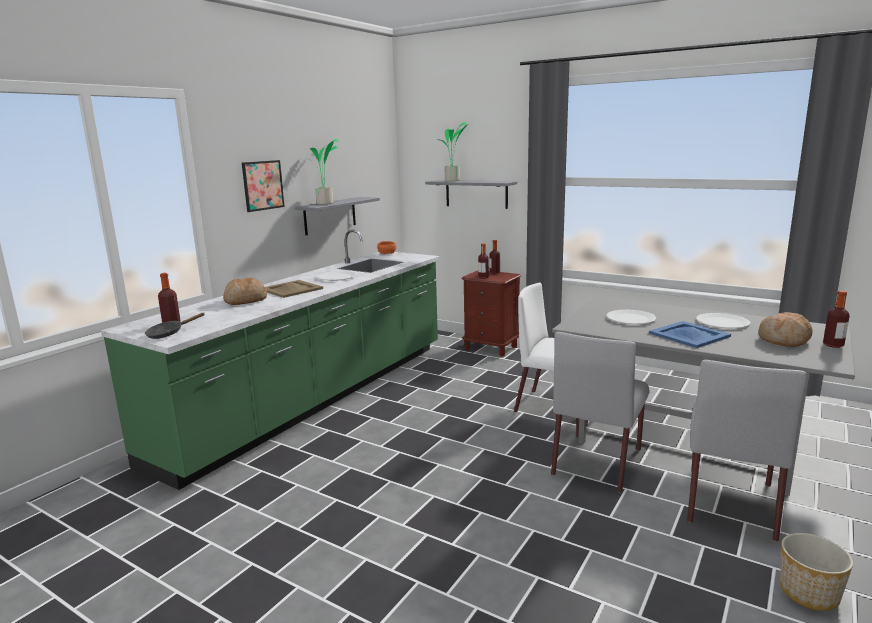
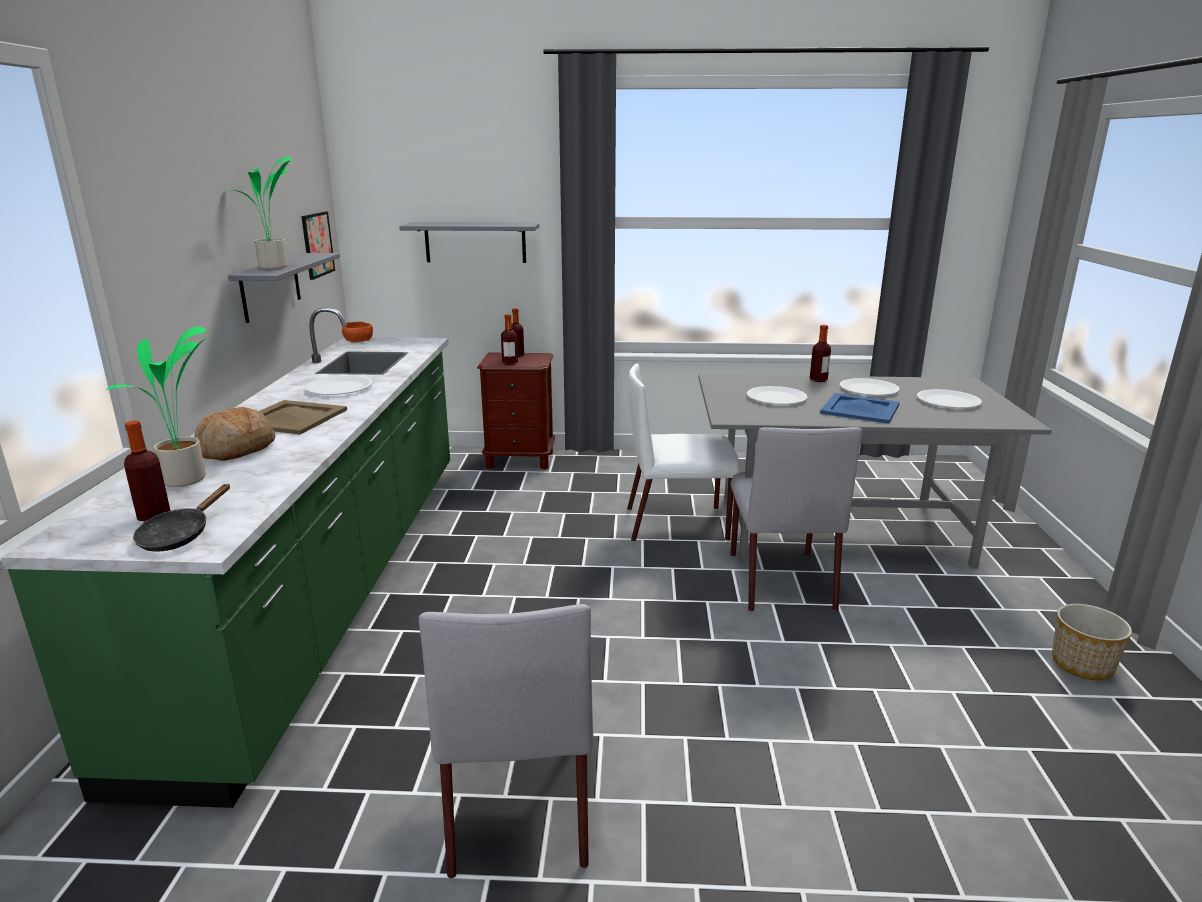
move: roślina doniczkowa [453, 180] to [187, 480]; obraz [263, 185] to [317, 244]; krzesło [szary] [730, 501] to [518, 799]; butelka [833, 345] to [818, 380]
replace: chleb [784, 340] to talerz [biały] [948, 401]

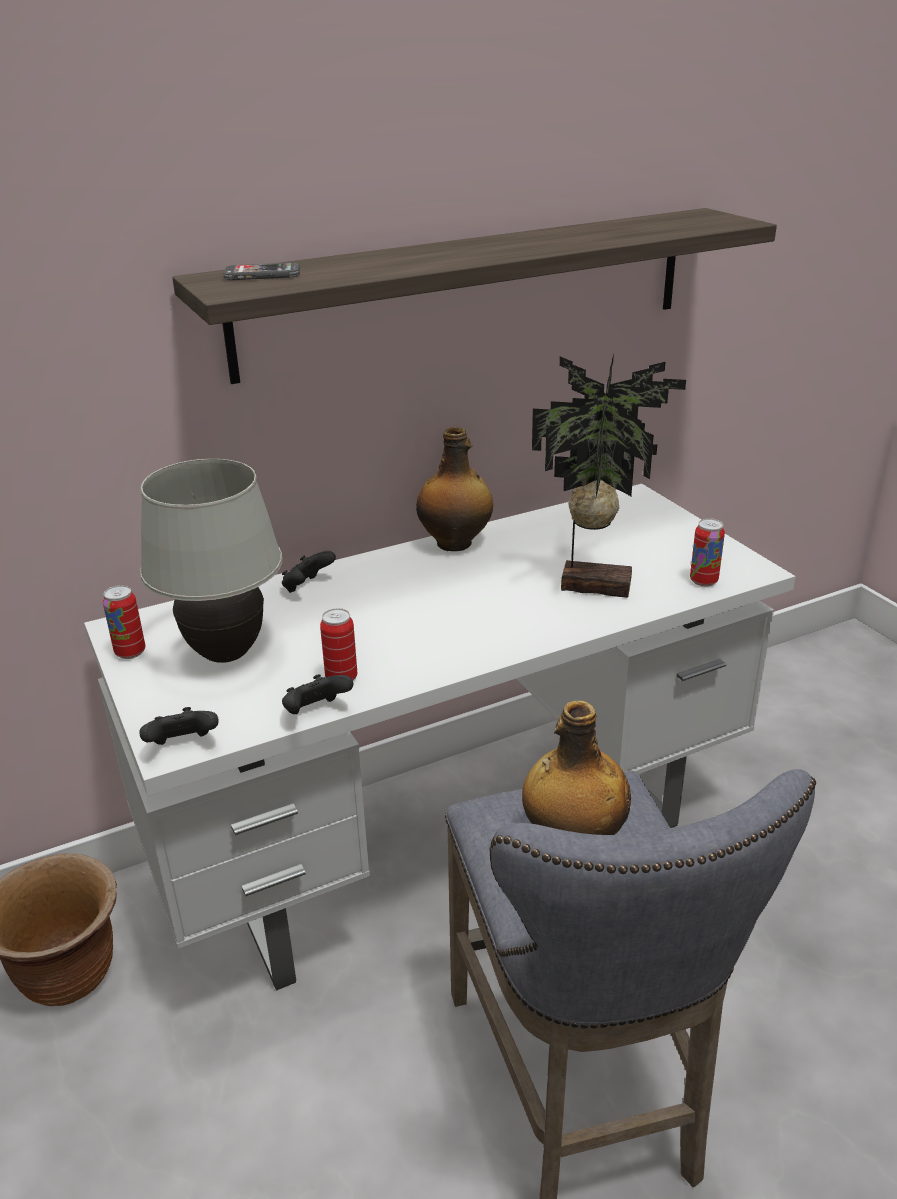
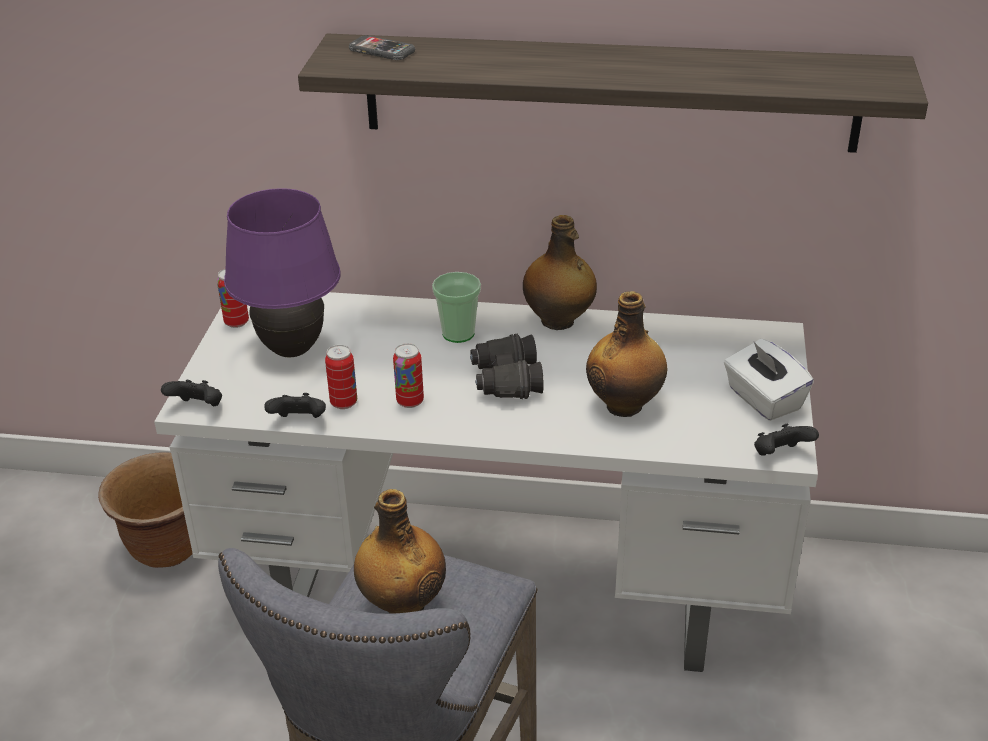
insert: filiżanka [458, 333]; lornetka [czarny] [506, 380]; pudełko chusteczek [biały] [763, 399]
move: puszka [703, 581] to [410, 401]; pad do gier [czarny] [307, 587] to [780, 455]
replace: roślina doniczkowa [594, 583] to butelka [625, 405]
recolor: lampa stołowa [biały] [225, 654] to lampa stołowa [fioletowy] [291, 350]

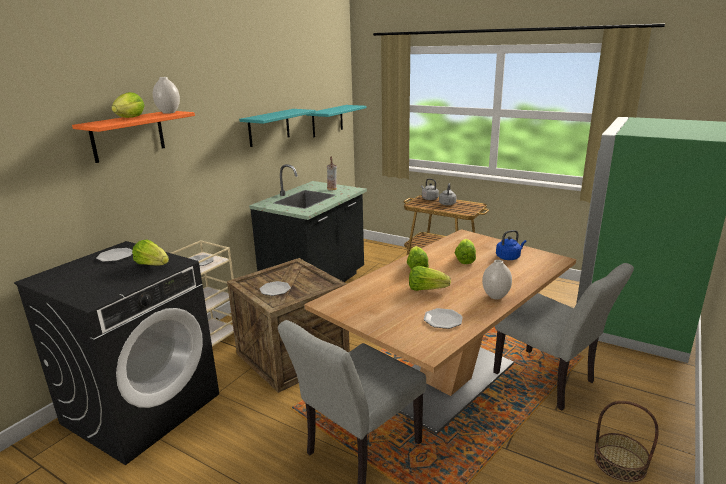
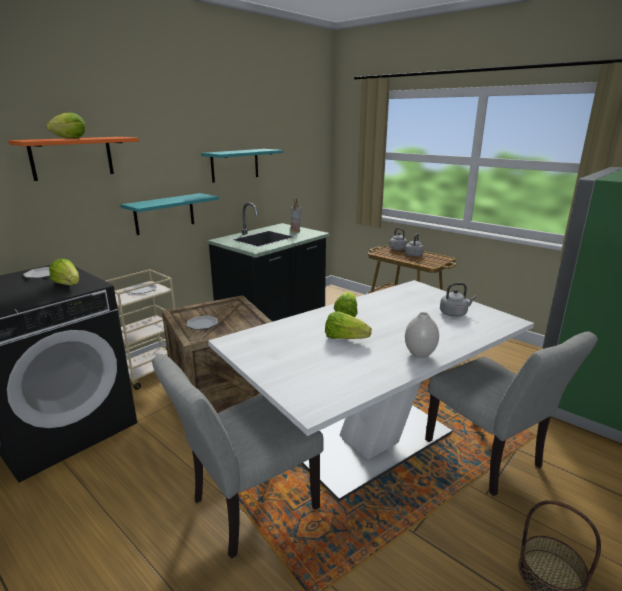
delete: wazon [biały] [169, 112]; talerz [443, 320]; sałata [465, 259]
move: półka [turkusowy] [327, 121] to [164, 213]
recolor: stół jadalny [brązowy] [446, 380] to stół jadalny [biały] [371, 441]; czajnik [niebieski] [509, 257] to czajnik [szary] [454, 313]

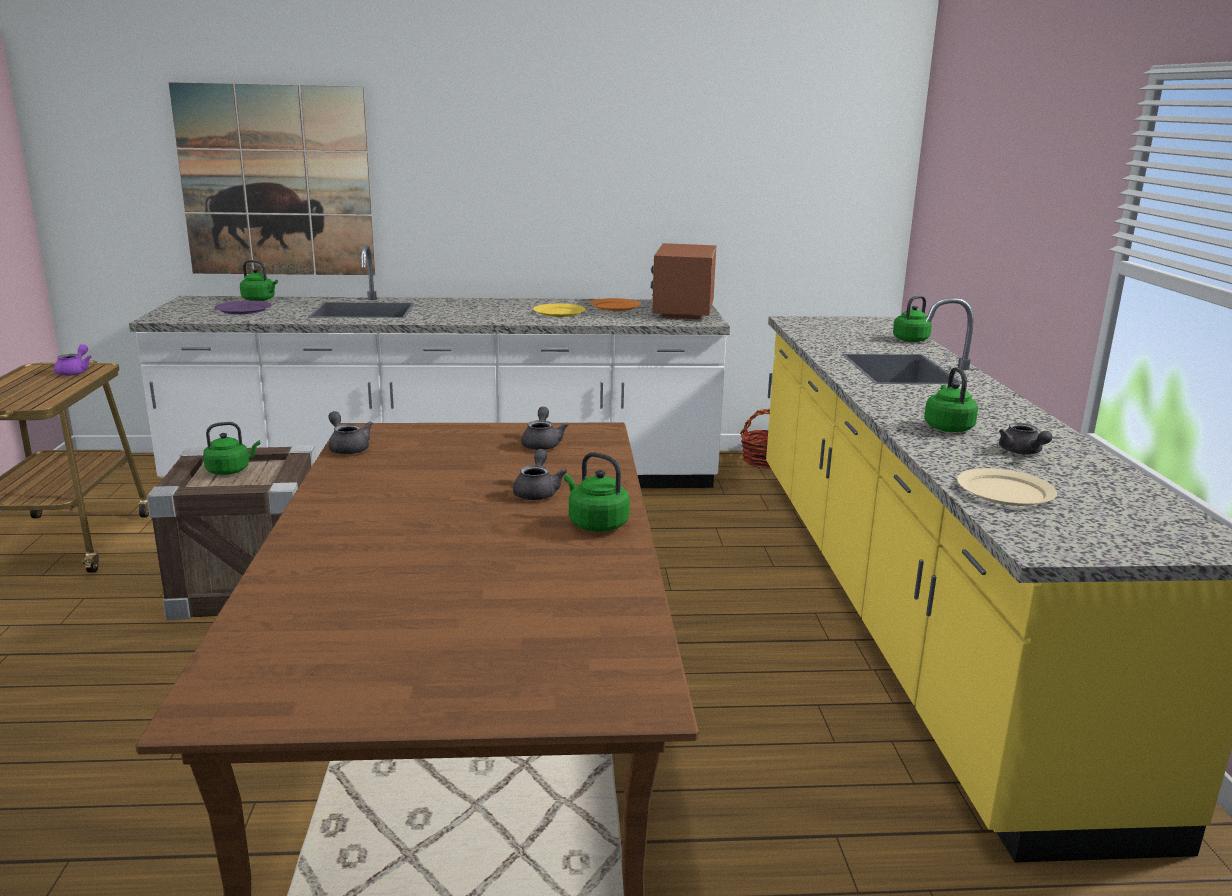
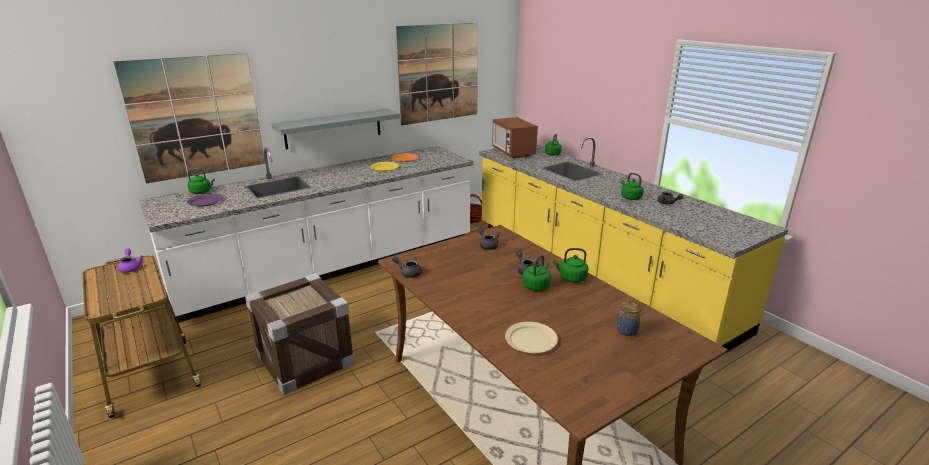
insert: półka [szary] [333, 128]; obraz [439, 73]; słoik [626, 331]
move: mikrofalówka [683, 311] to [513, 152]; talerz [beżowy] [1005, 491] to [531, 339]; czajnik [zielony] [230, 470] to [536, 286]

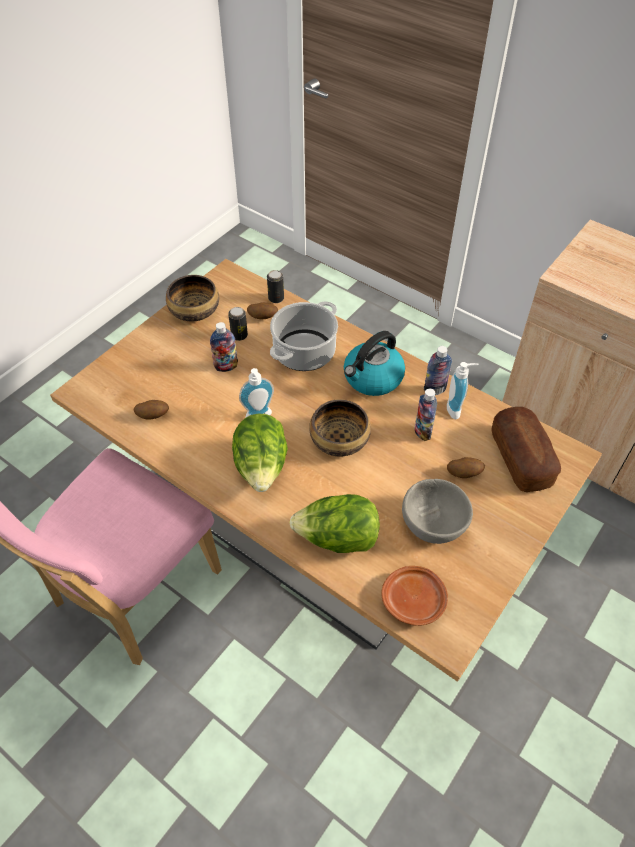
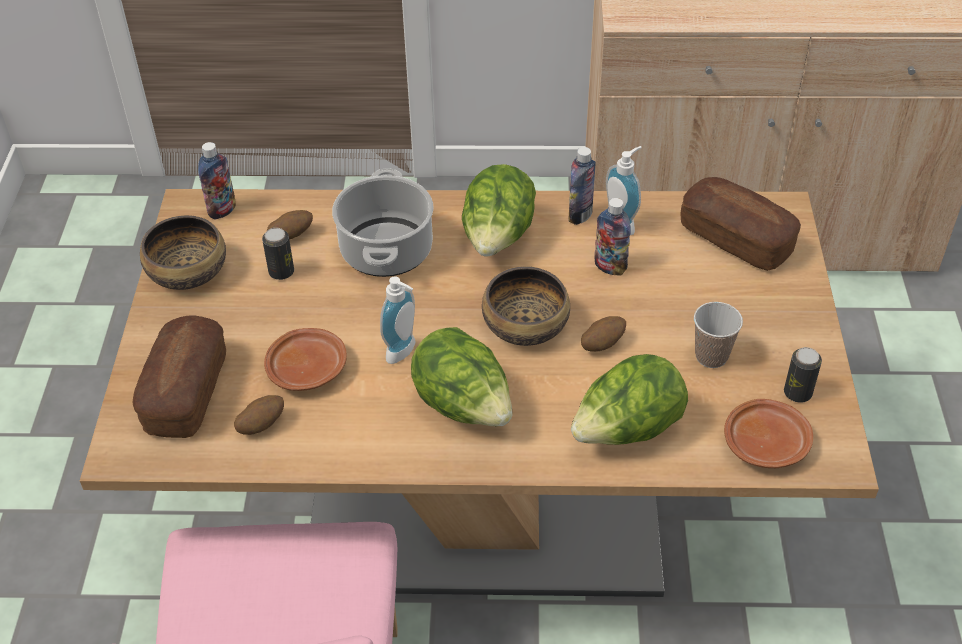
insert: chleb [186, 392]; talerz [brązowy] [307, 368]
move: butelka [226, 366] to [222, 210]; ziemniak [463, 473] to [602, 344]; puszka [276, 298] to [797, 393]
replace: czajnik [372, 378] to sałata [498, 239]; miska [szary] [432, 524] to filiżanka [711, 356]

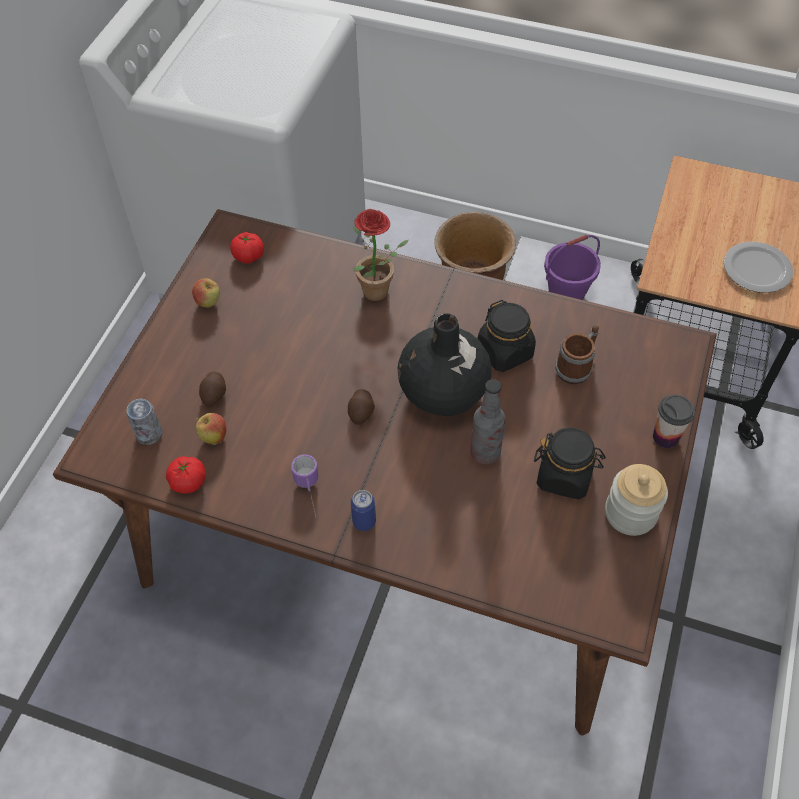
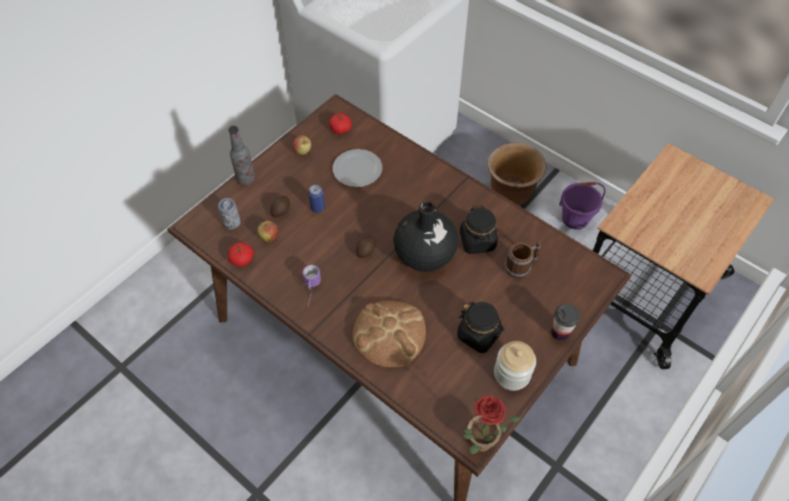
insert: chleb [389, 334]
move: butelka [485, 453] to [246, 179]; puszka [364, 522] to [317, 208]; talerz [755, 270] to [356, 170]; roślina doniczkowa [377, 296] to [481, 446]

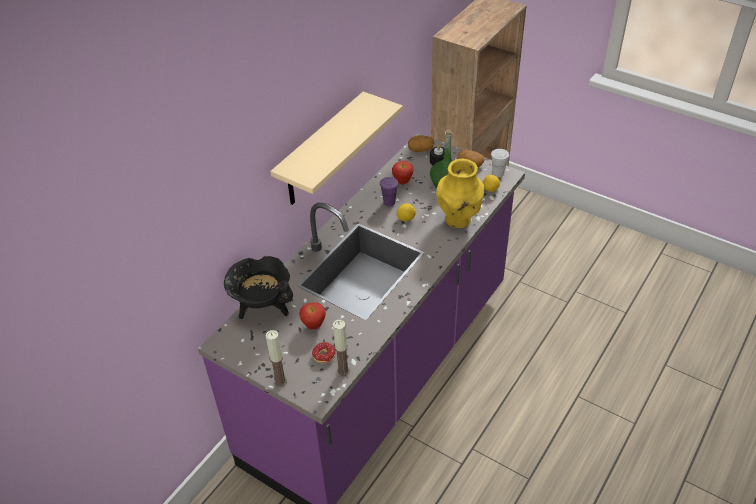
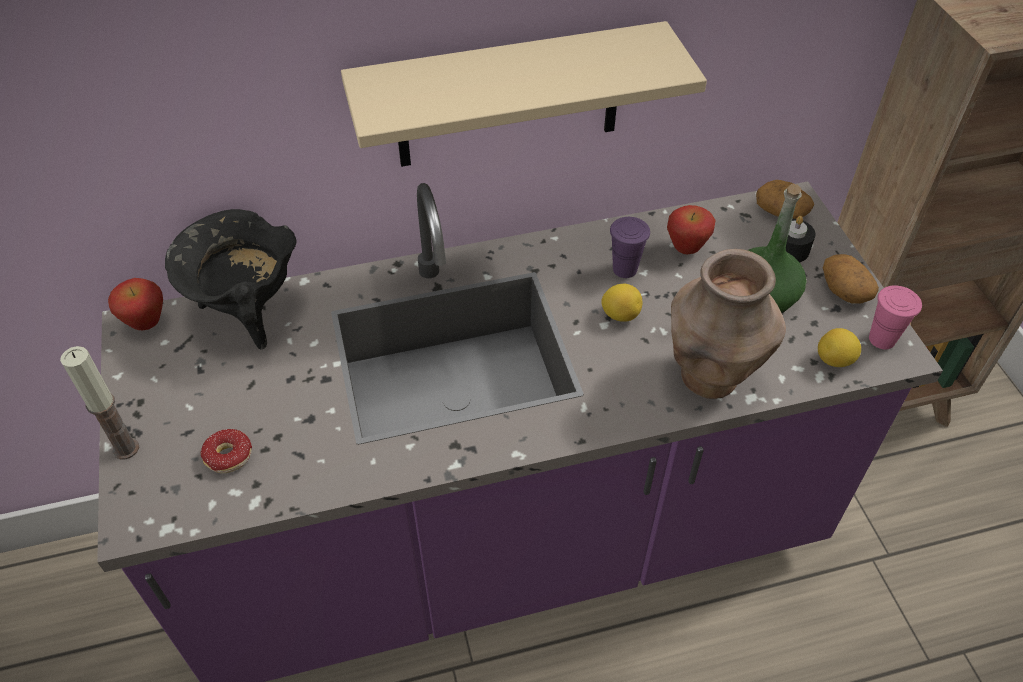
delete: świeca [343, 371]
move: jabłko [314, 326] to [146, 324]
recolor: wazon [żółty] [458, 220] to wazon [brązowy] [709, 377]; filiżanka [biały] [498, 173] to filiżanka [różowy] [882, 339]

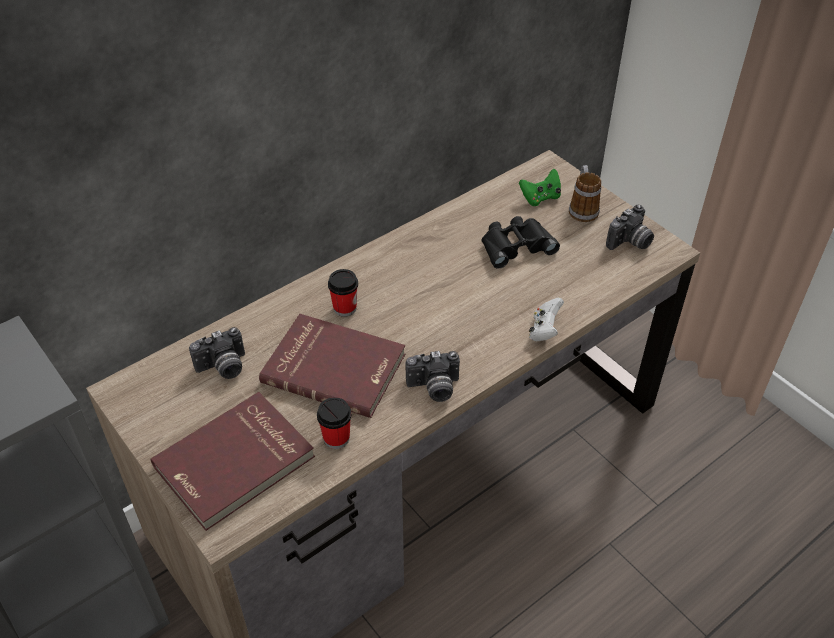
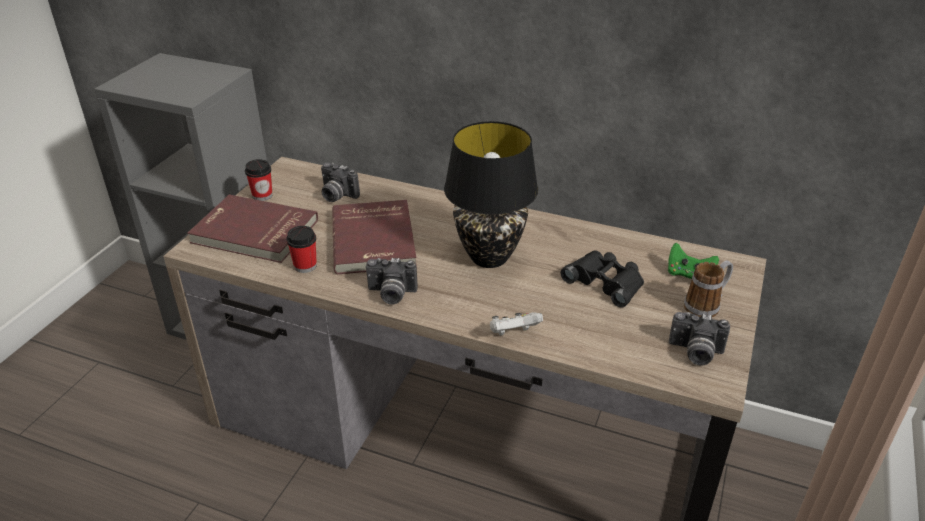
insert: lampa stołowa [czarny] [489, 258]
move: filiżanka [345, 308] to [262, 195]
rotate: aparat fotograficzny [434, 388] = [391, 294] 45 degrees counterclockwise

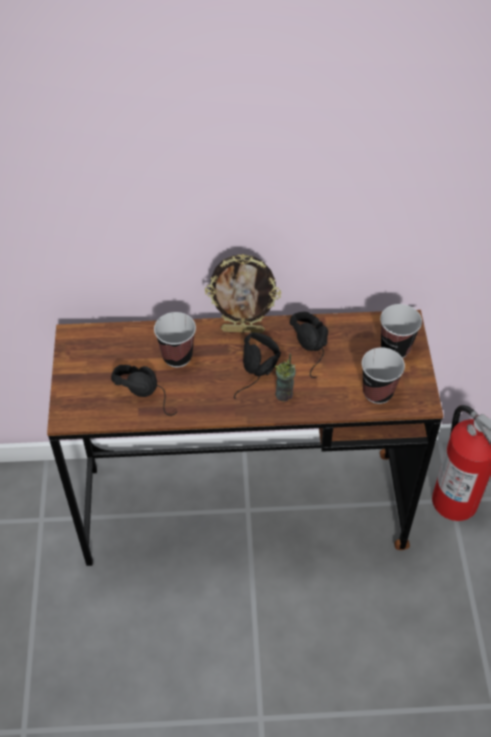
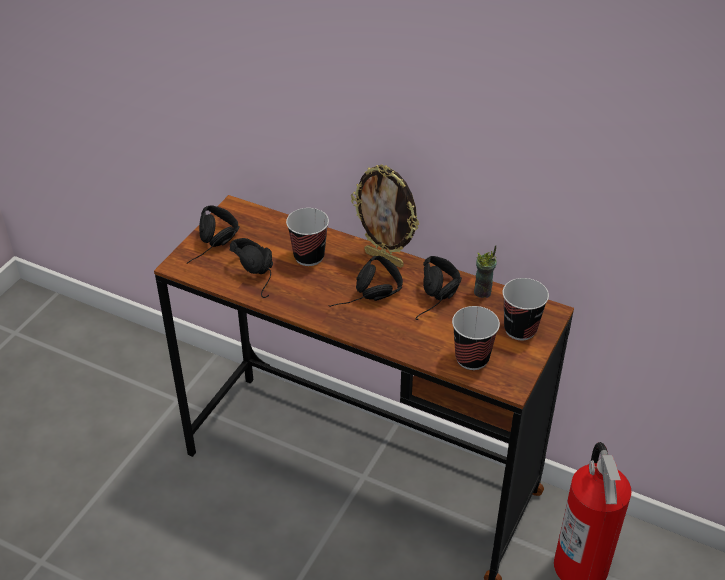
insert: słuchawki [czarny] [214, 248]
move: filiżanka [284, 394] to [483, 292]

